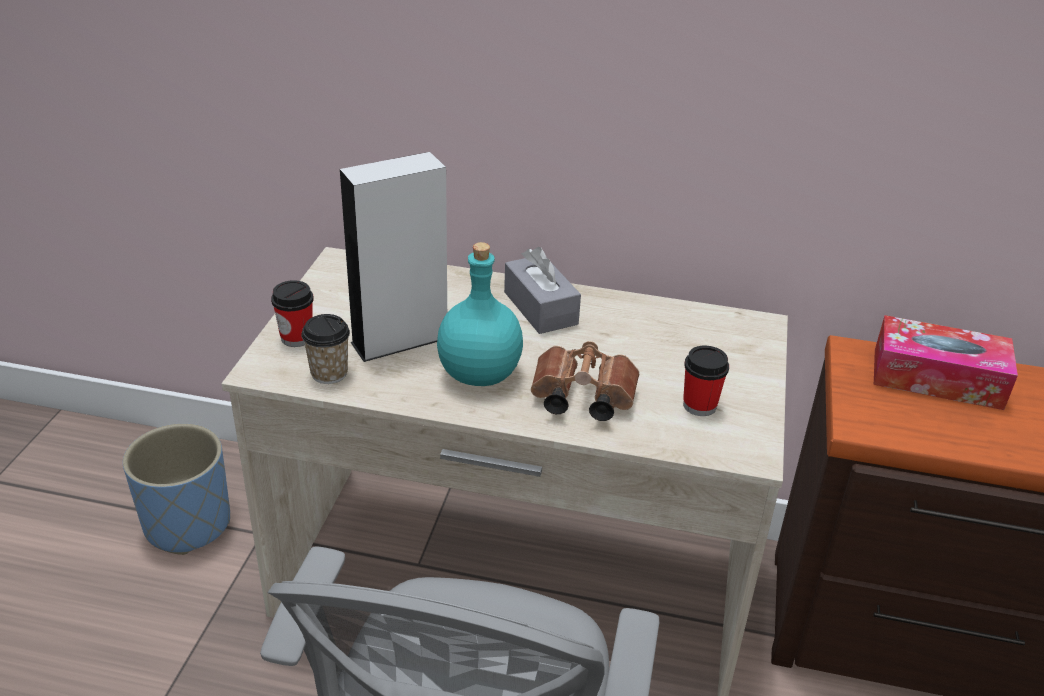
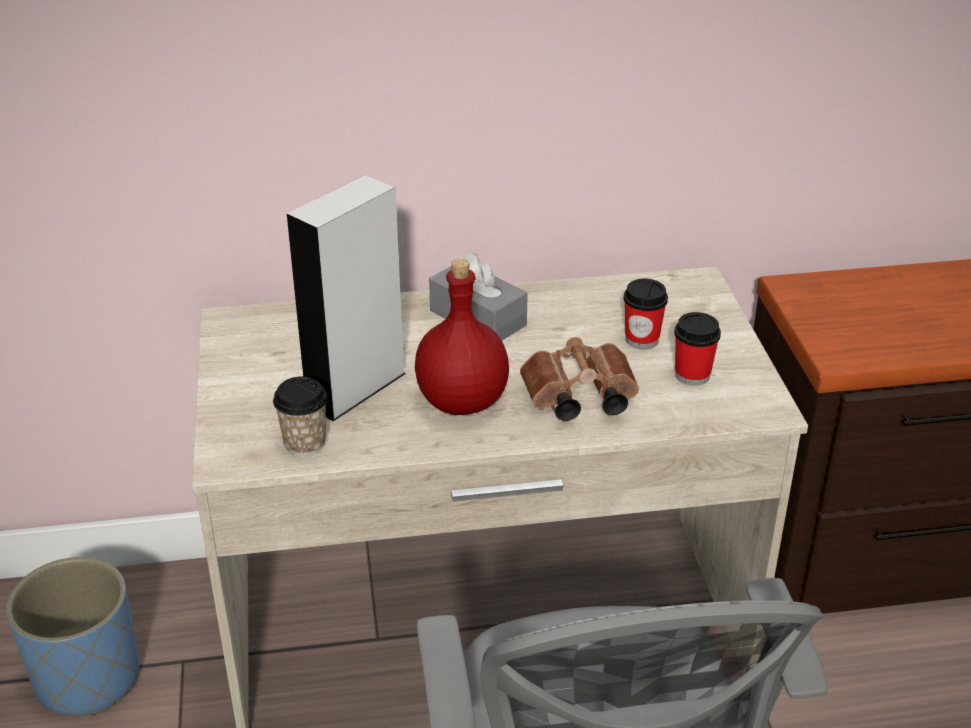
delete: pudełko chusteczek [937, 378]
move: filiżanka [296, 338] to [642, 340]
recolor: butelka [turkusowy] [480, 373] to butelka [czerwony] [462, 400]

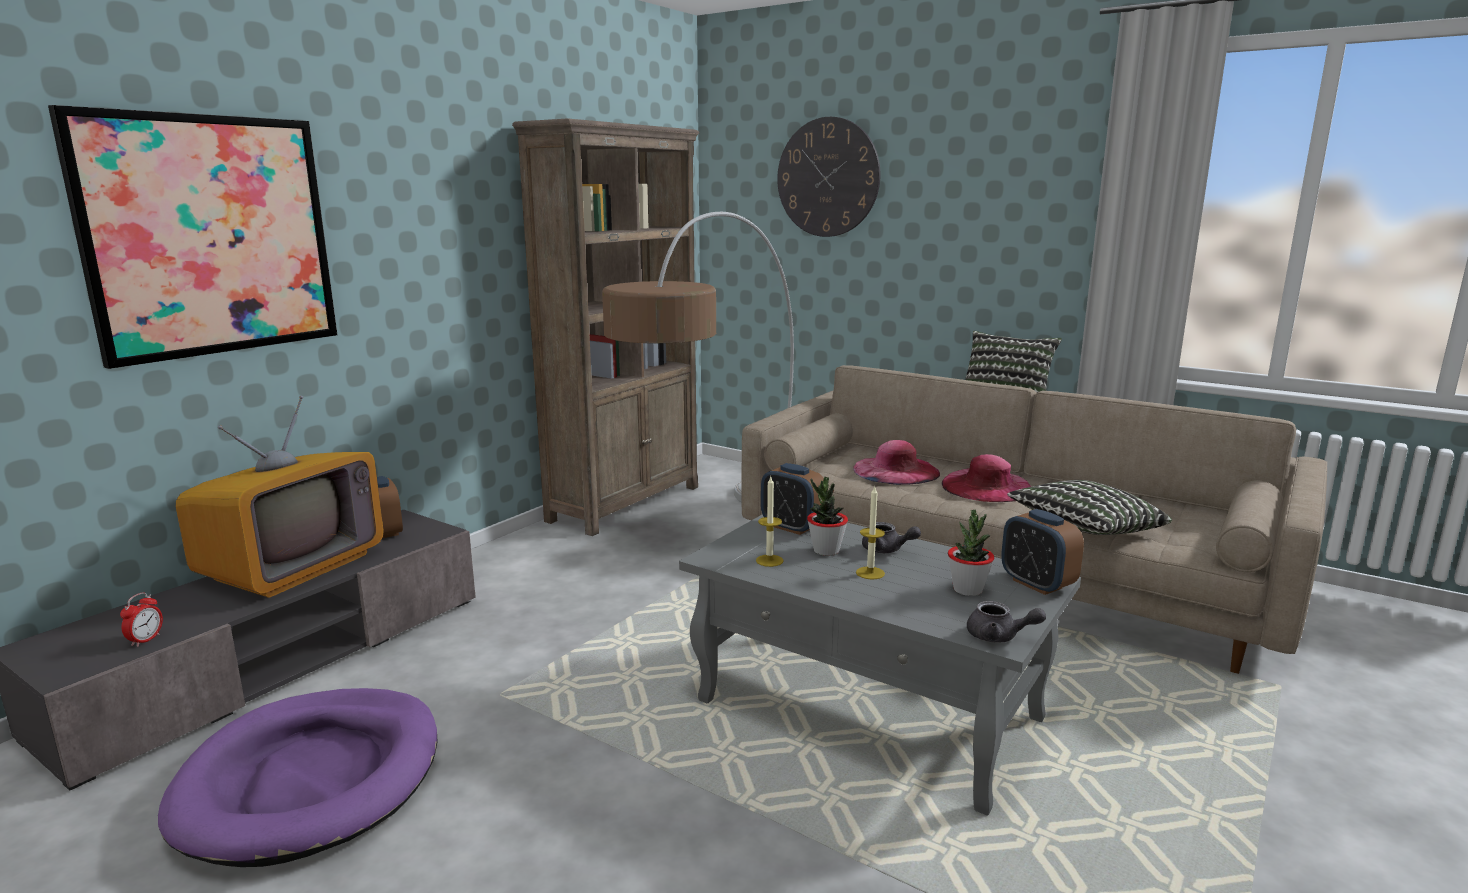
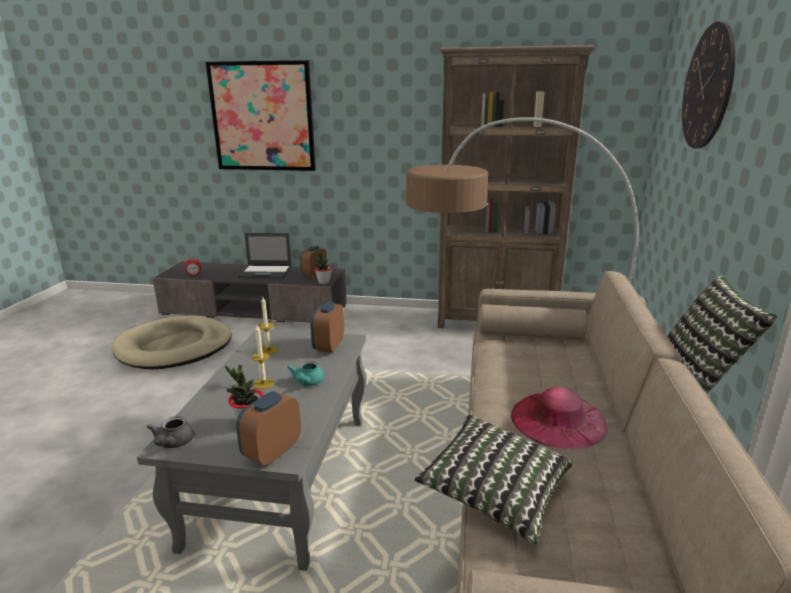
delete: kapelusz [różowy] [896, 470]
move: roślina doniczkowa [826, 551] to [324, 282]
replace: telewizor [292, 567] to laptop [266, 272]
recolor: legowisko [fioletowy] [312, 779] to legowisko [beżowy] [174, 347]; imbryk [szary] [886, 550] to imbryk [turkusowy] [307, 383]

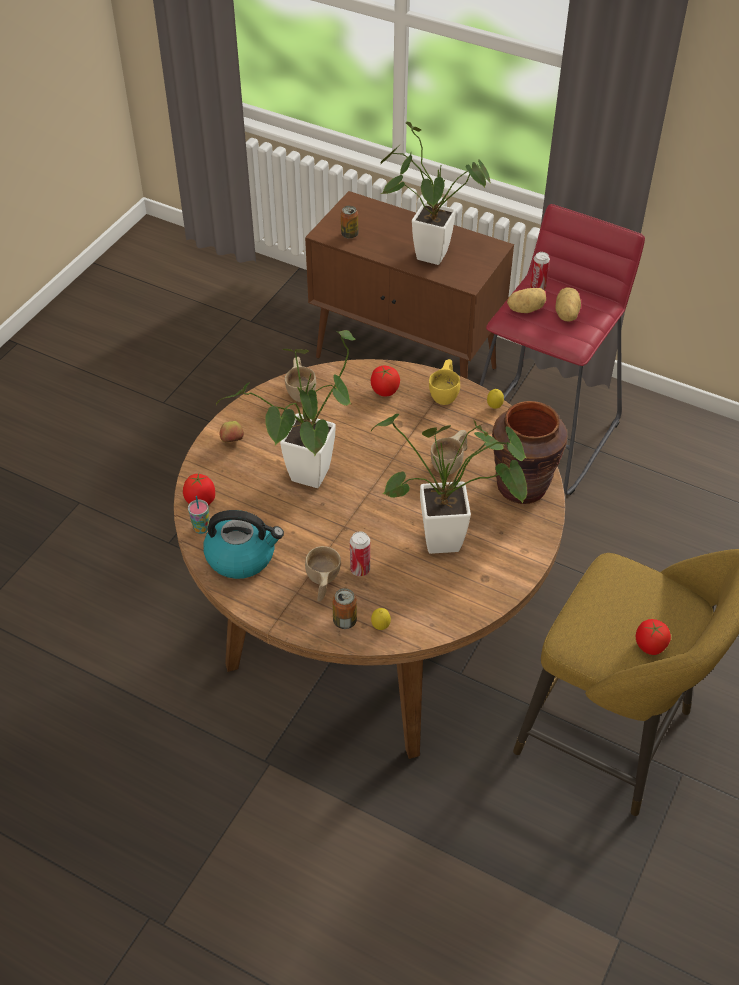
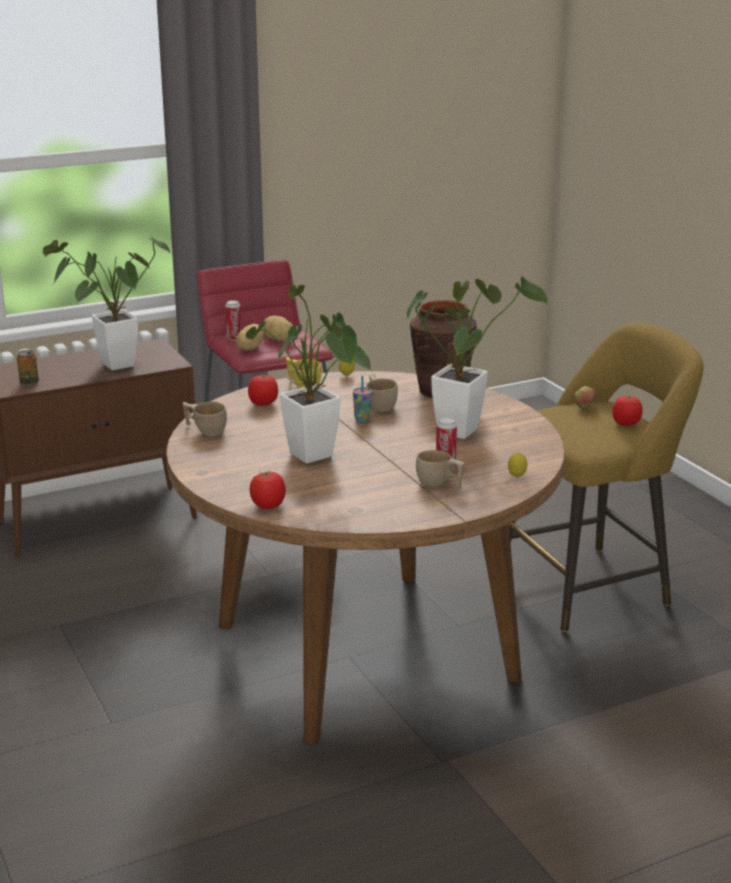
delete: czajnik [242, 556]; puszka [345, 621]
move: filiżanka [201, 528] to [362, 419]; jabłko [232, 441] to [584, 408]

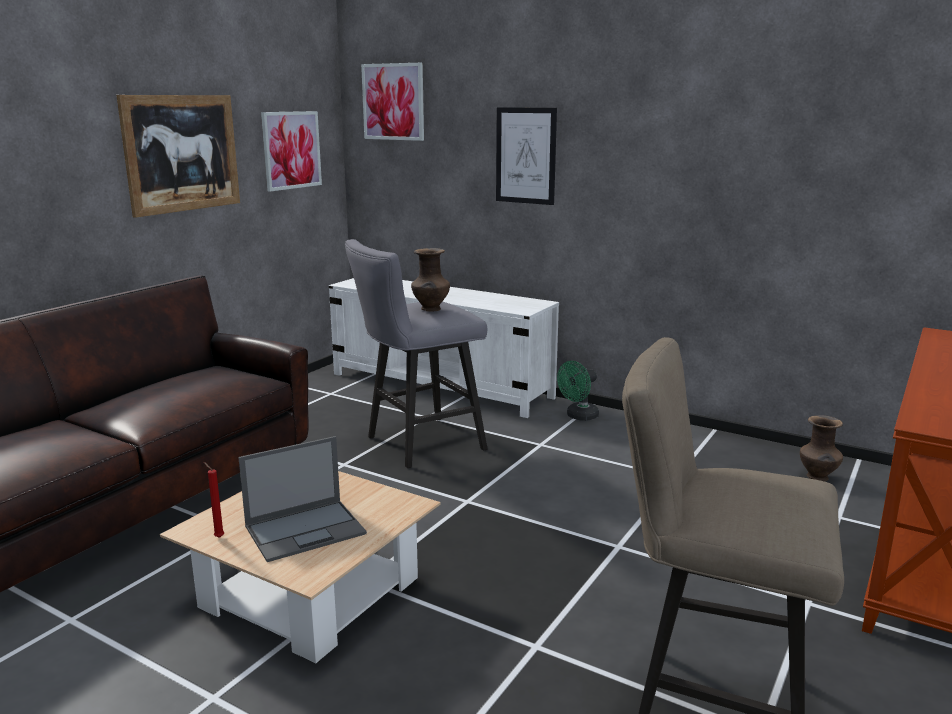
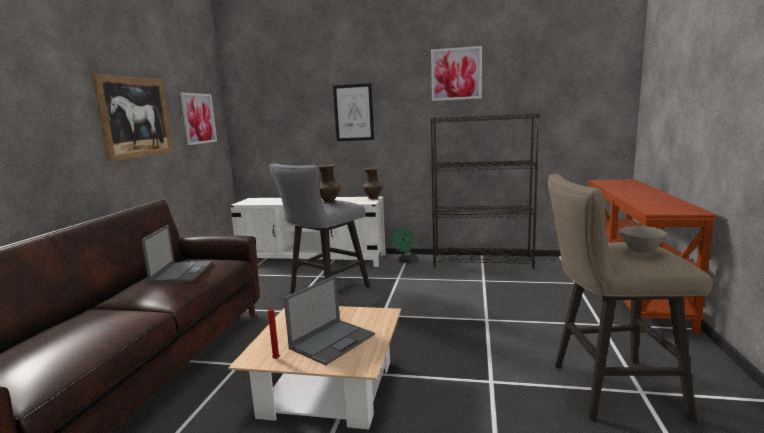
insert: laptop [182, 272]; regał [czarny] [483, 261]; miska [szary] [640, 251]
move: wazon [brązowy] [818, 478] to [373, 198]; obraz [393, 102] to [456, 74]

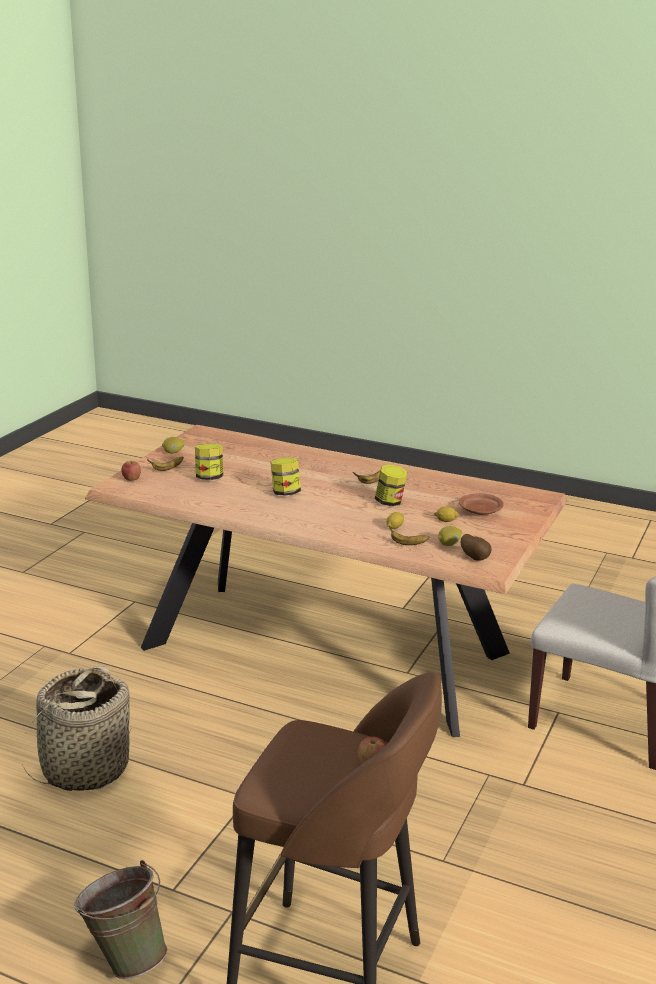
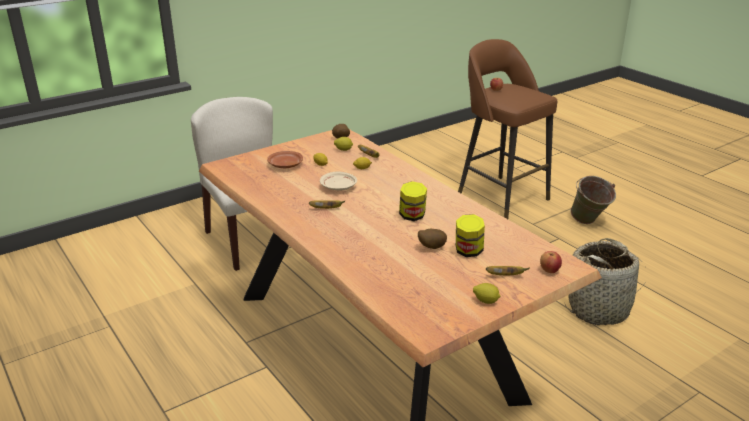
insert: ziemniak [431, 247]
replace: słoik [390, 502] to talerz [beżowy] [338, 187]

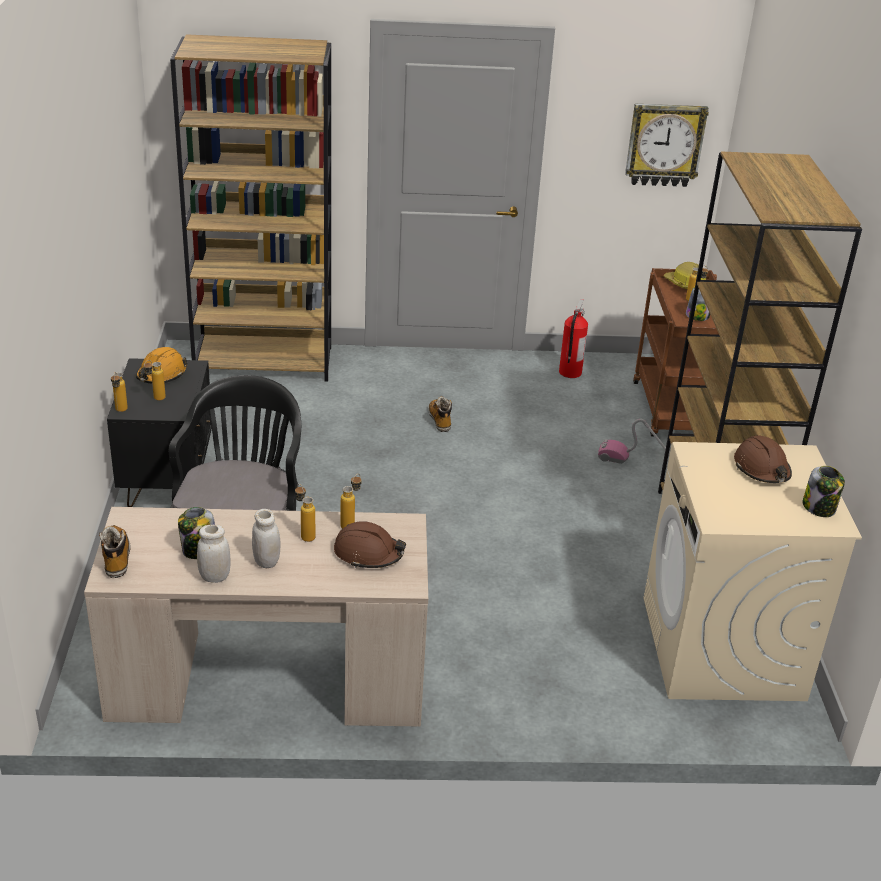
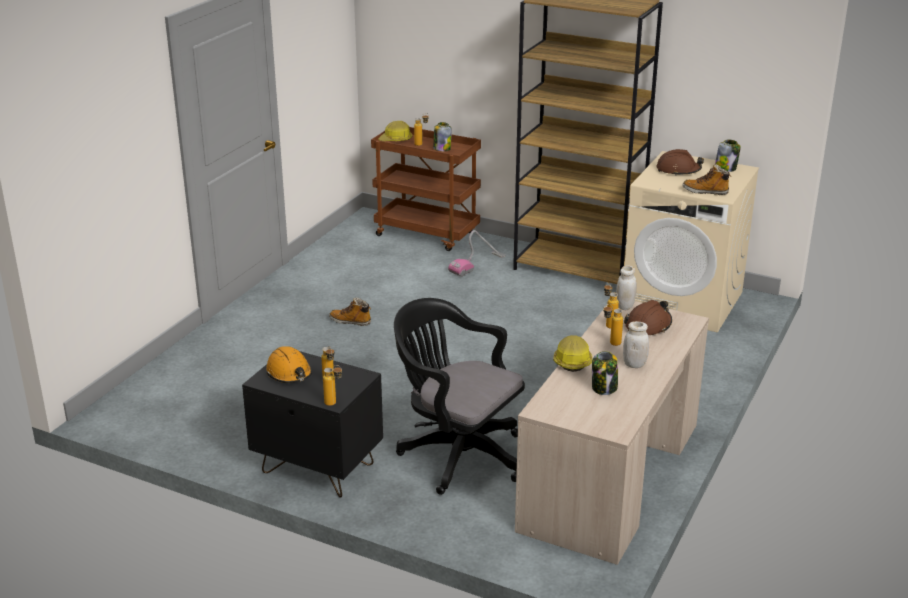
delete: regał [brązowy] [264, 362]; gaśnica [569, 372]; zegar ścienny [664, 144]
insert: kask [572, 360]
move: słoik [biały] [215, 577] to [625, 306]; but z cholewką [116, 557] to [705, 191]

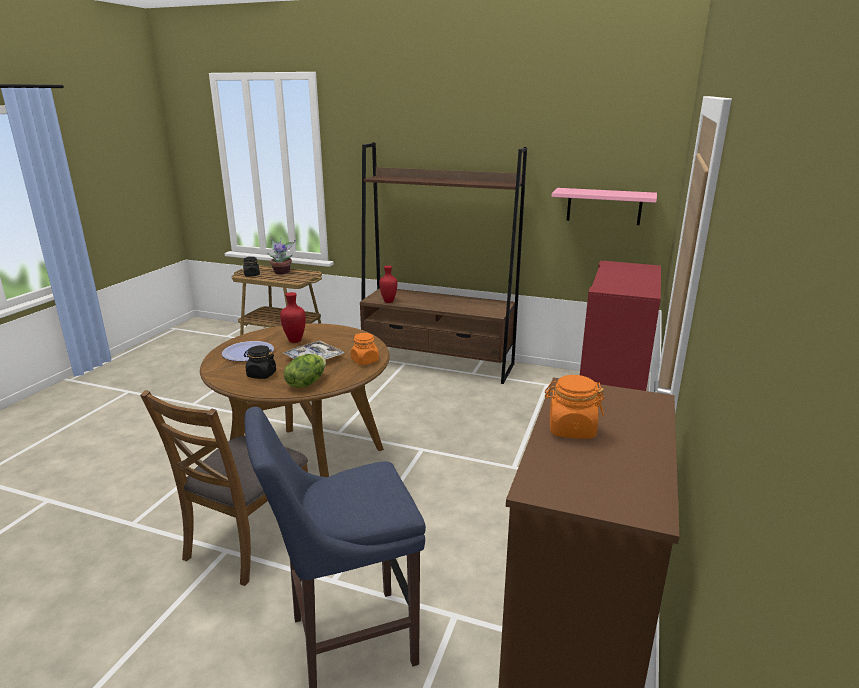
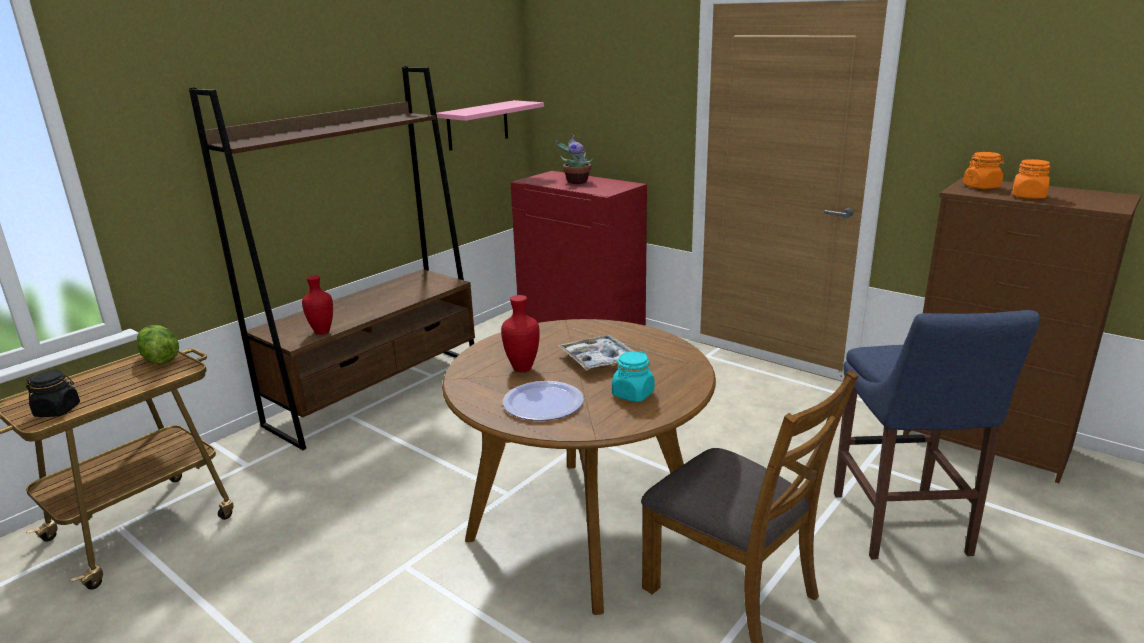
move: sałata [306, 383] to [159, 360]; roślina doniczkowa [282, 272] to [576, 182]; słoik [pomarańczowy] [365, 361] to [981, 187]
recolor: słoik [czarny] [261, 374] to słoik [turkusowy] [633, 394]

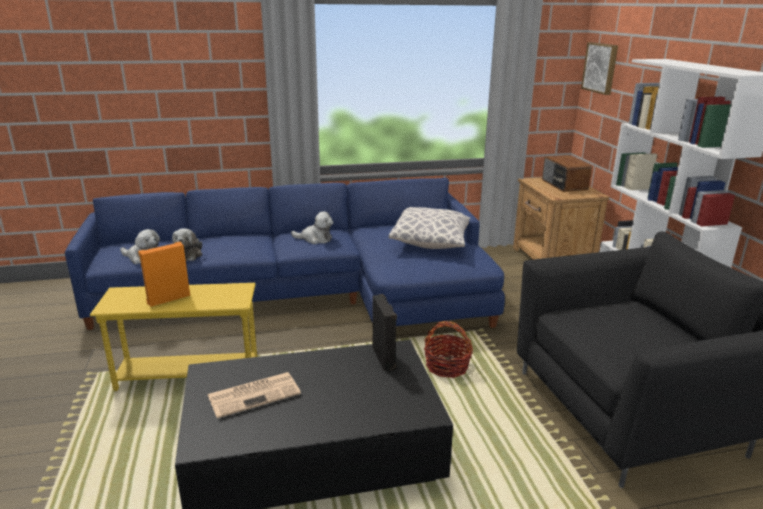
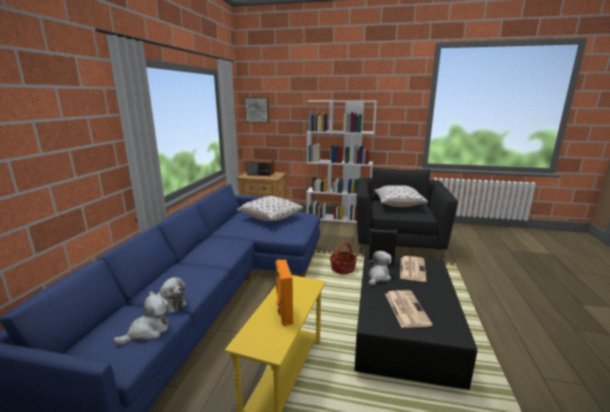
insert: poduszka [398, 205]; gazeta [412, 268]
move: pluszak [315, 239] to [378, 277]

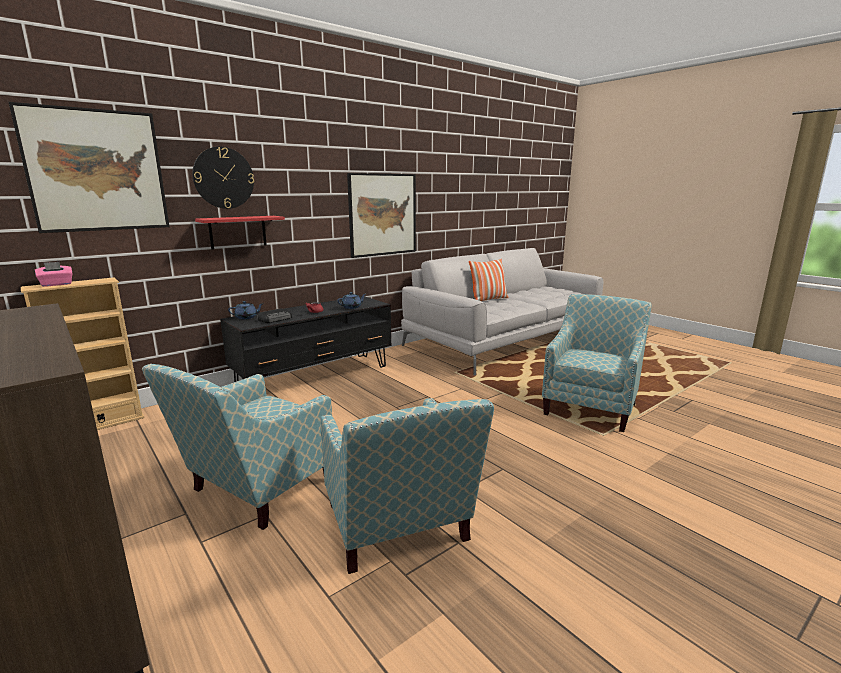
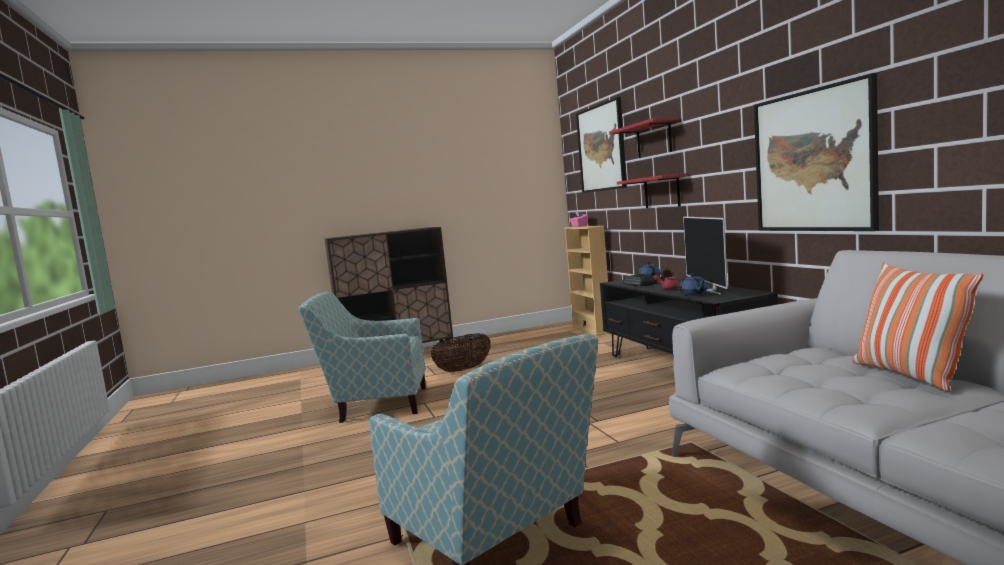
insert: telewizor [710, 290]
replace: fotel [254, 491] to koszyk [463, 370]; zegar ścienny [223, 178] to półka [czerwony] [654, 139]

